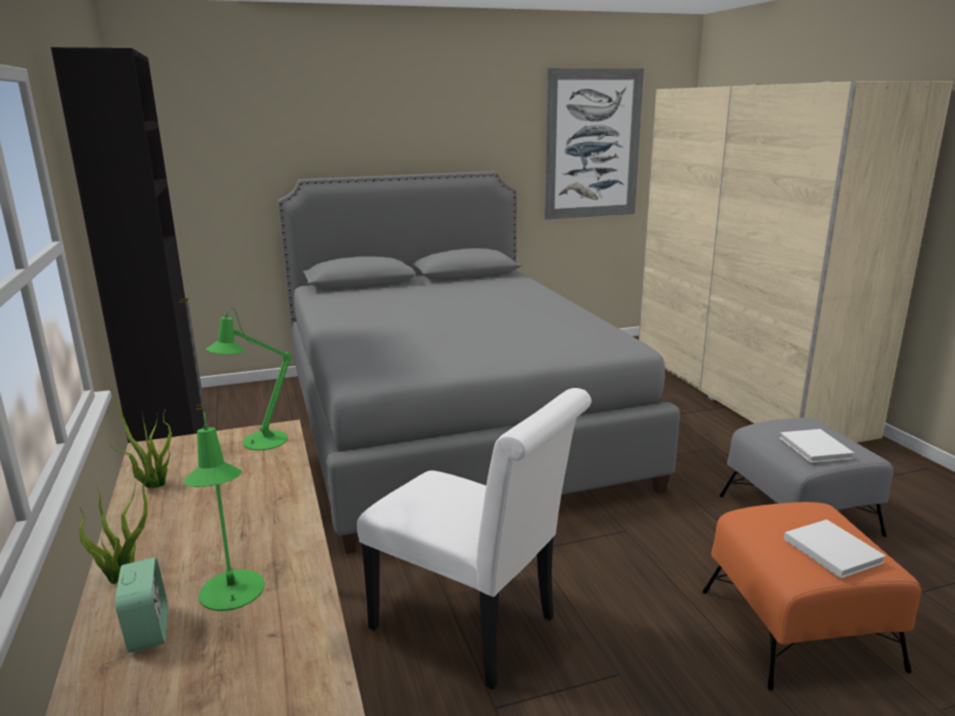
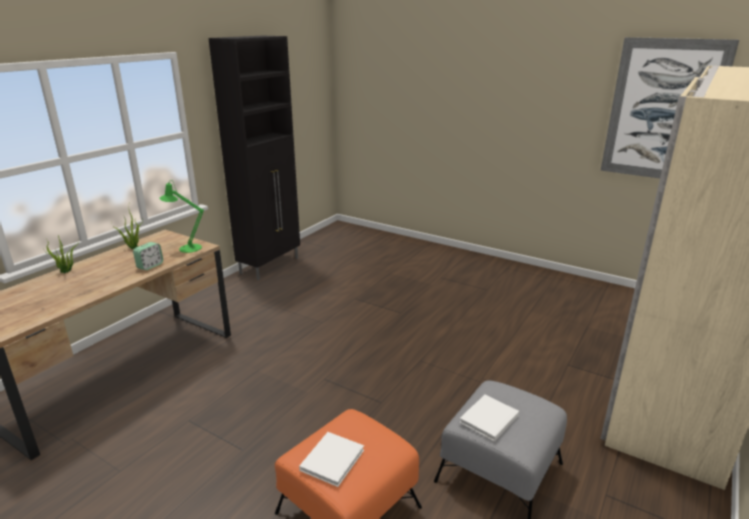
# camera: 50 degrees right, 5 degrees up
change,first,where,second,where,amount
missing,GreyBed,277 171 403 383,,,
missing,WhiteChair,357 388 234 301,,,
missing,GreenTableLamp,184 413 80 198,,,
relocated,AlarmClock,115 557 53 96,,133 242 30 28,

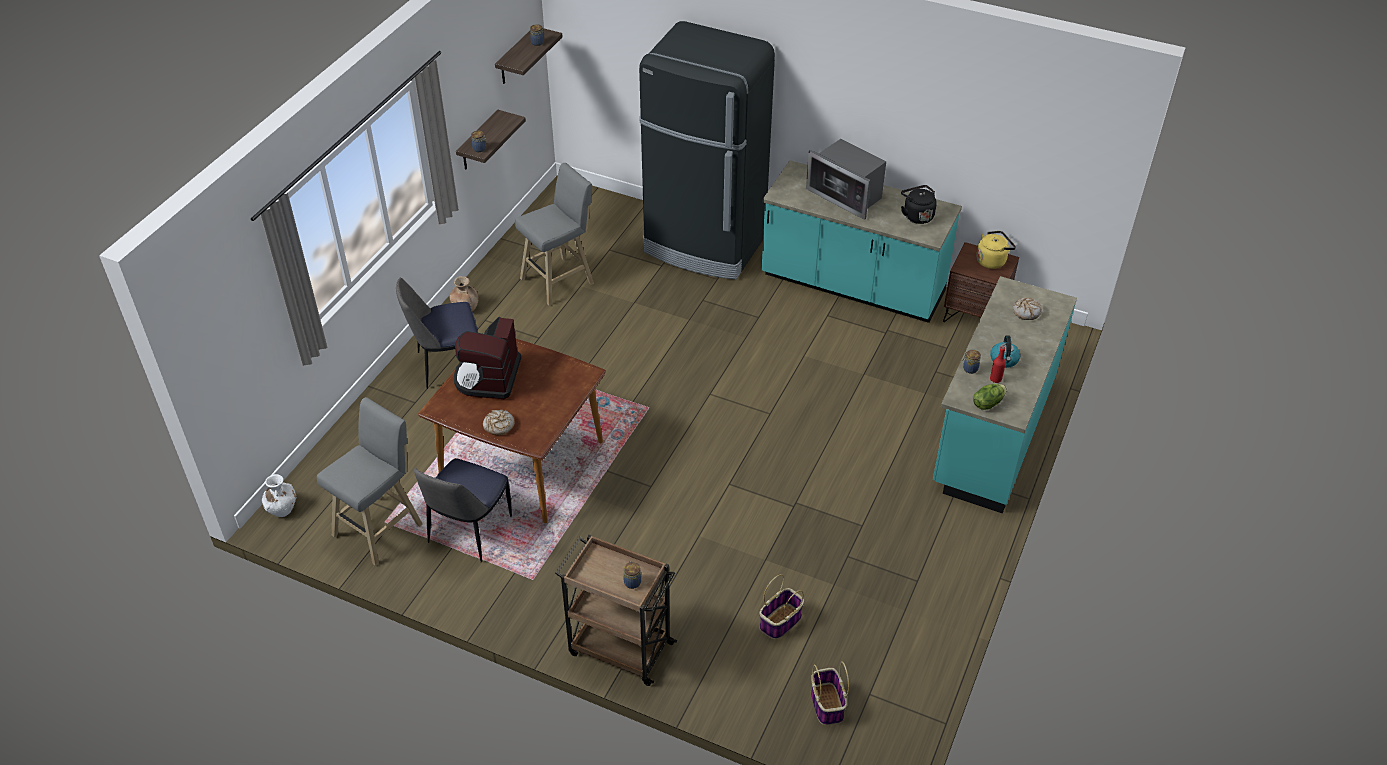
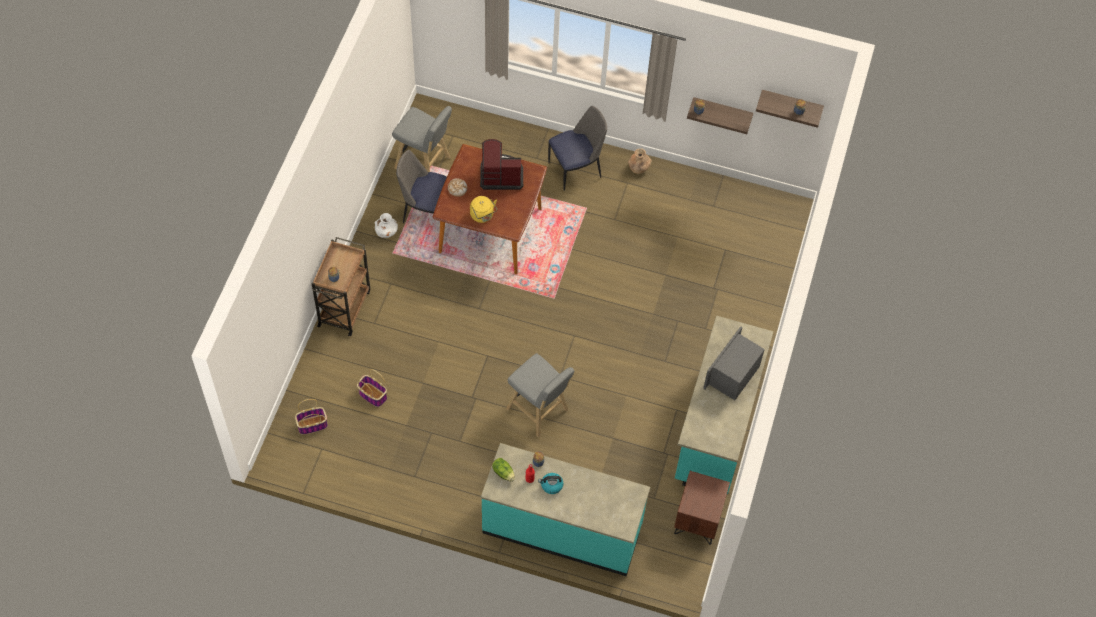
# camera: 80 degrees right, 15 degrees up
change,first,where,second,where,amount
missing,BlackFridge,639 21 136 259,,,
relocated,GreyStool,515 163 79 142,,506 353 68 84,
missing,BlackKettle,901 185 36 39,,,
relocated,YellowKettle,976 231 40 38,,470 196 27 27,
spun,Chair,396 278 82 111,,548 106 59 85,90 degrees clockwise
missing,Bread,1013 298 29 22,,,
relocated,WhiteVase,262 474 34 43,,374 213 24 25,

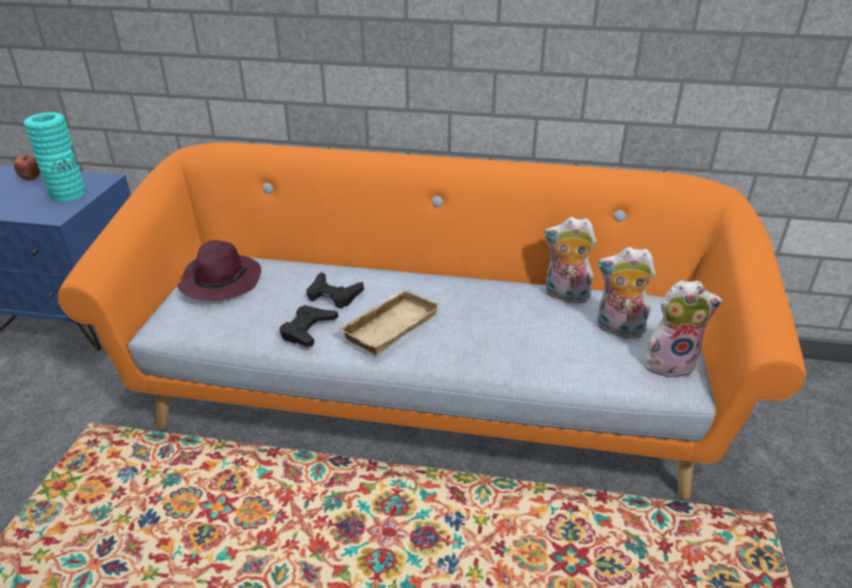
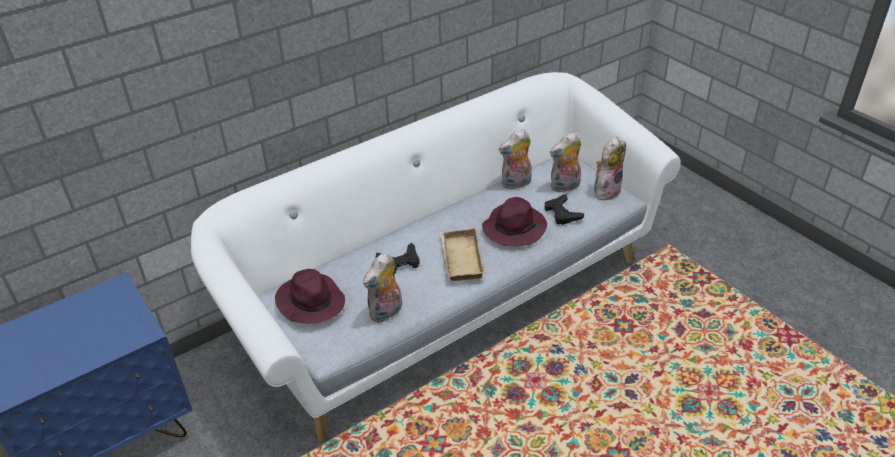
# camera: 45 degrees left, 5 degrees up
change,first,where,second,where,amount
missing,TurquoiseVase,23 112 63 90,,,
colour,OrangeSofa,58 142 748 358,WhiteSofa,191 72 490 369,
missing,Apple,14 155 26 26,,,
relocated,BlackGameController,280 305 58 42,,544 194 40 31,
appeared,,,PurpleHat,482 197 65 50,
appeared,,,PlushToy,363 252 39 71,

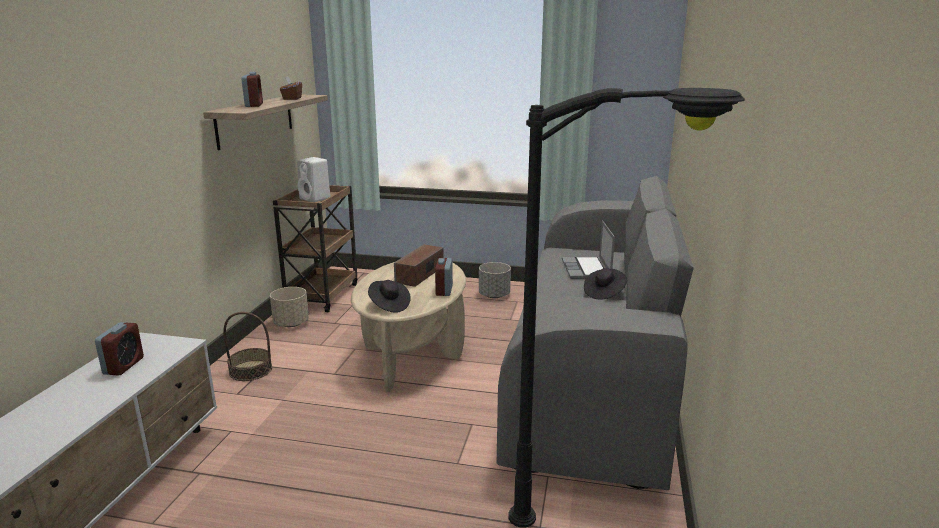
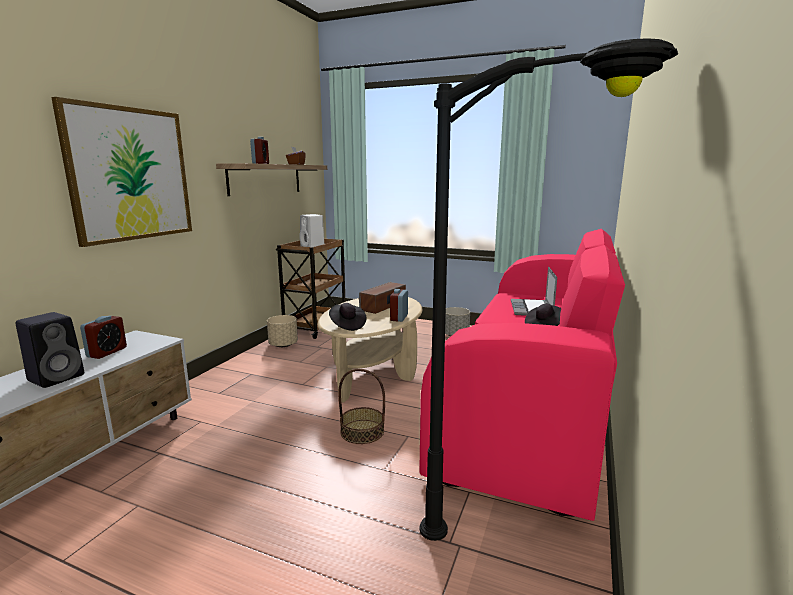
# camera: 10 degrees right, 5 degrees down
change,first,where,second,where,amount
colour,GreySofa,496 176 198 314,PinkSofa,419 229 206 292,
relocated,Basket,223 312 49 69,,338 369 47 75,
appeared,,,Picture,51 97 141 150,
appeared,,,BlackSpeaker,16 312 68 76,

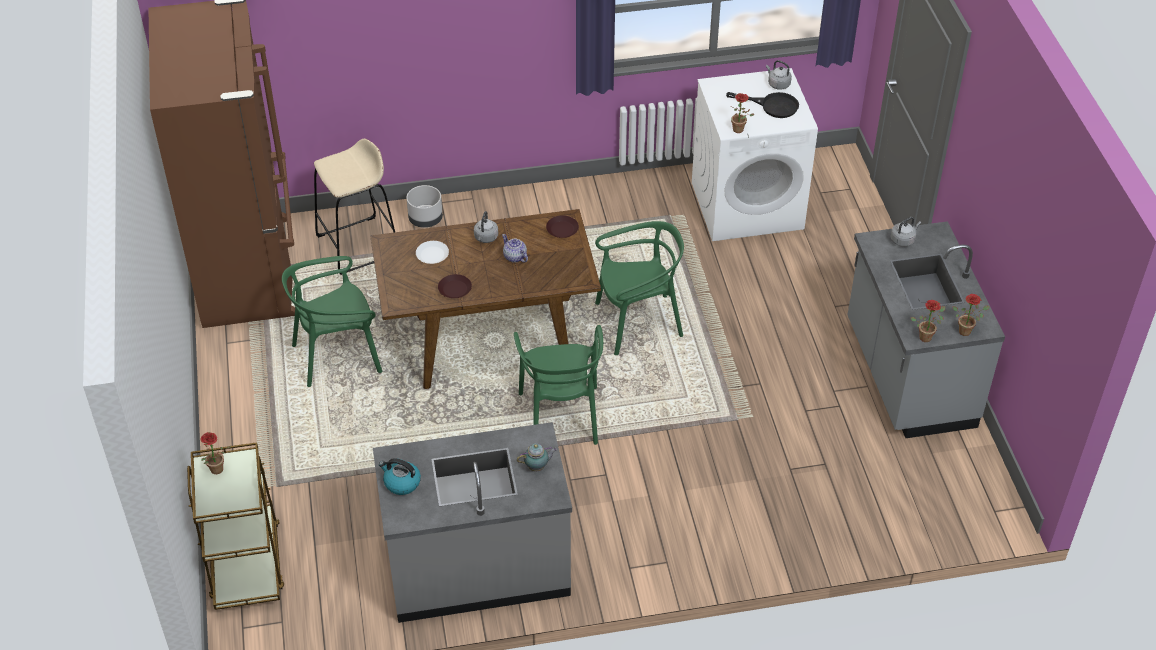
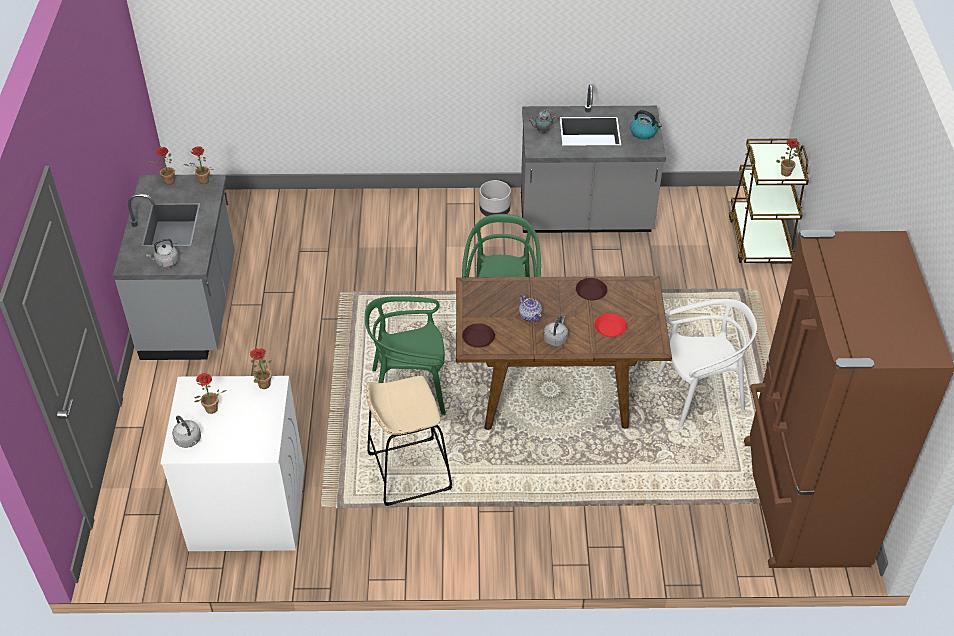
# camera: 170 degrees left, 0 degrees up
change,first,where,second,where,amount
exchanged,BlackFryingPan,726 92 73 26,PottedPlant,194 373 33 41,
relocated,BeigeStool,314 138 81 137,,366 376 86 130,
relocated,GreyPlanter,406 185 37 43,,480 180 31 36,
colour,WhitePlate,416 241 33 23,RedPlate,594 313 33 24,
colour,GreenChair,282 256 100 131,WhiteChair,657 299 100 128,

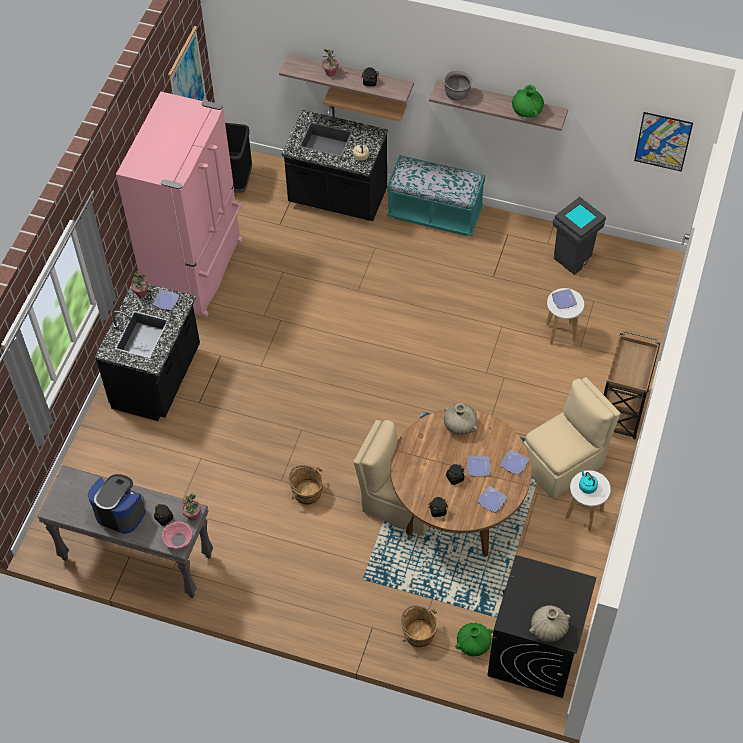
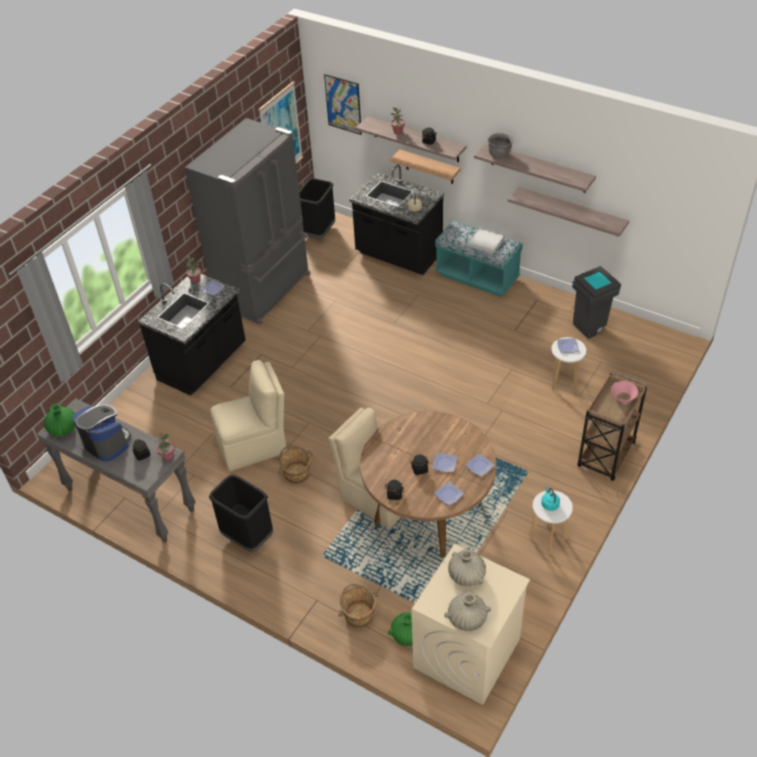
# camera: 15 degrees right, 10 degrees down
change,first,where,second,where,amount
relocated,GreenVase,512 85 32 33,,44 404 32 32,
colour,PinkFridge,116 92 127 226,GreyFridge,185 118 125 207,
relocated,Picture,634 112 59 60,,324 74 38 61,
relocated,BeigeChair,523 377 98 122,,211 360 76 111,
relocated,BeigeVase,444 403 34 32,,448 549 38 38,
relocated,PinkBowl,162 522 30 27,,611 381 27 22,
colour,BlackWashingMachine,487 555 110 143,BeigeWashingMachine,411 544 119 161,
appeared,,,Shelf,507 187 122 50,
appeared,,,WhiteTray,468 227 37 27,
appeared,,,BlackTrashCan,209 474 64 78,

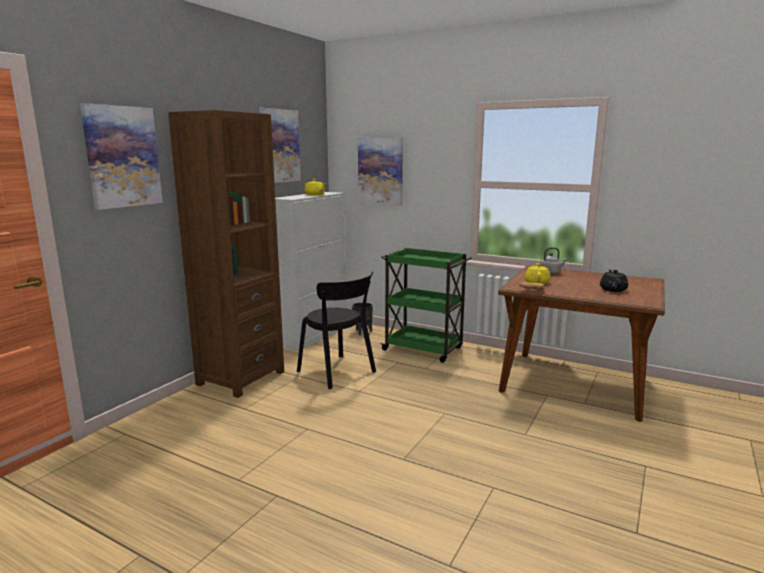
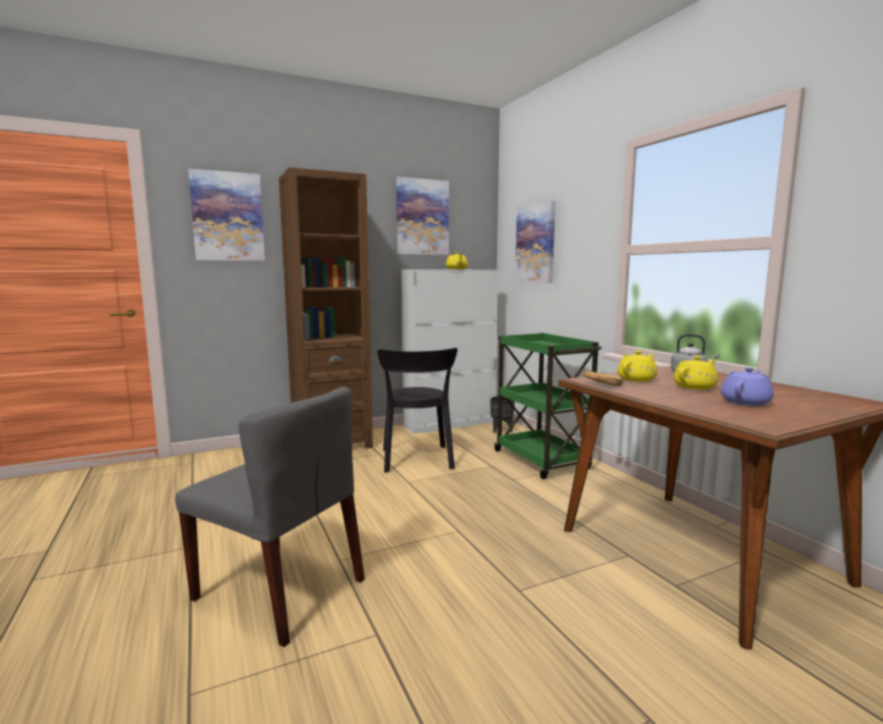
# camera: 35 degrees right, 5 degrees down
change,first,where,second,where,amount
colour,BlackTeapot,600 269 28 23,PurpleTeapot,721 367 53 39,
appeared,,,YellowTeapot,673 356 45 34,
appeared,,,GreyChair,175 387 190 260,

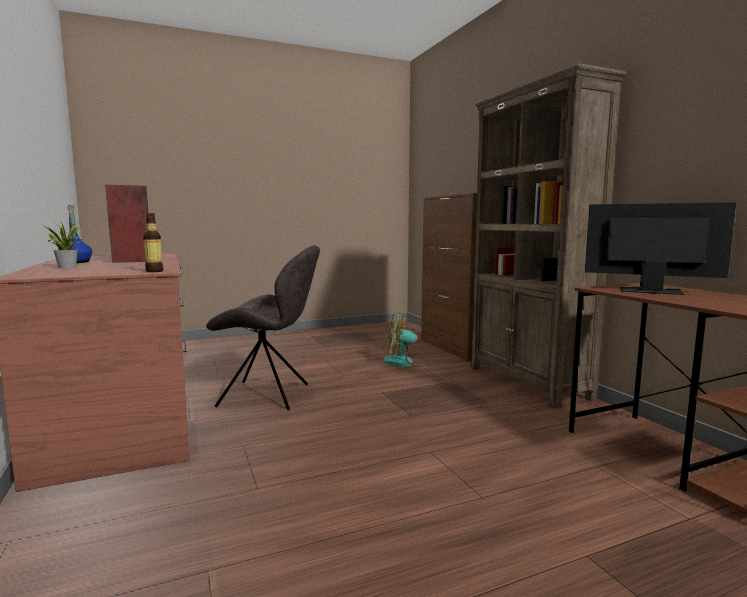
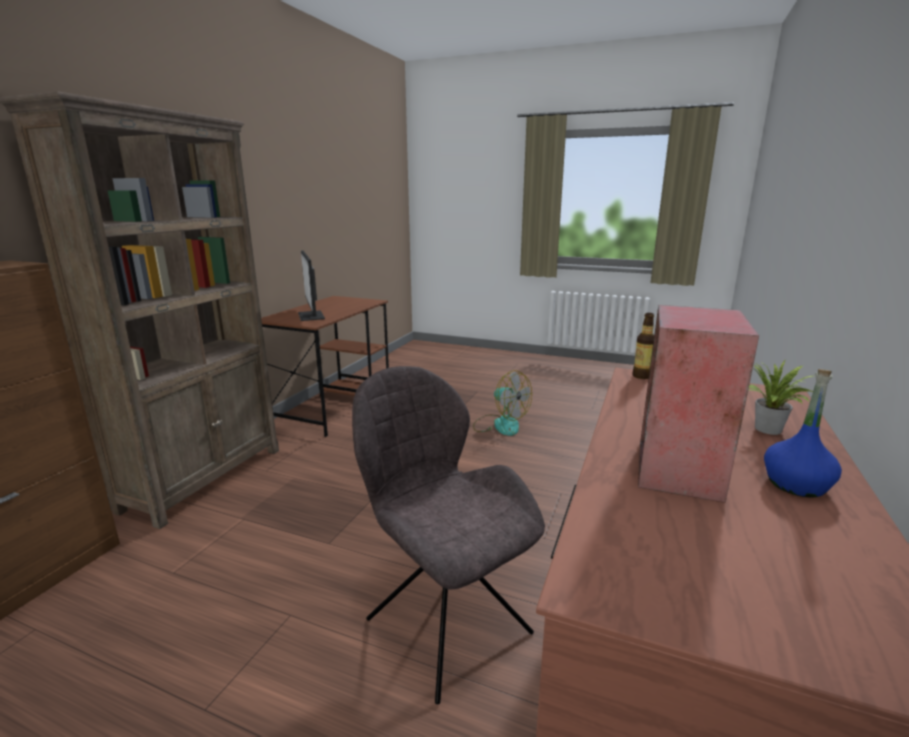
# camera: 135 degrees left, 10 degrees up
change,first,where,second,where,amount
relocated,Fan,383 312 46 55,,473 370 59 66,

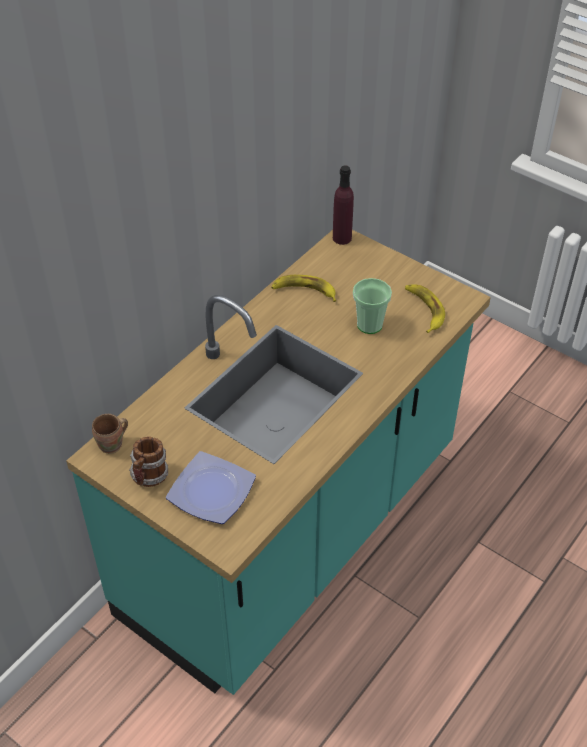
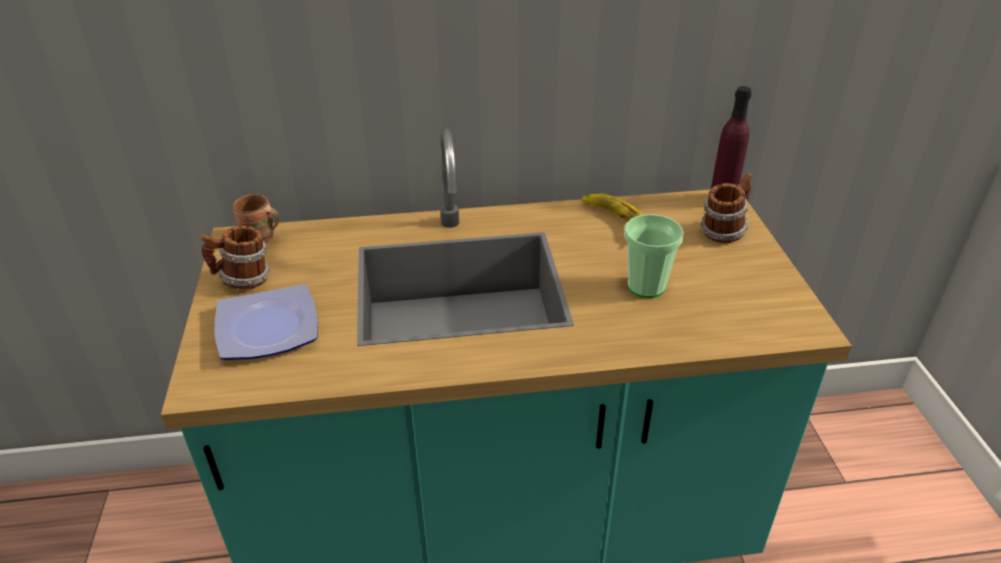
# camera: 45 degrees right, 10 degrees down
change,first,where,second,where,amount
missing,Banana,405 284 40 49,,,
appeared,,,Mug,700 173 52 70,

